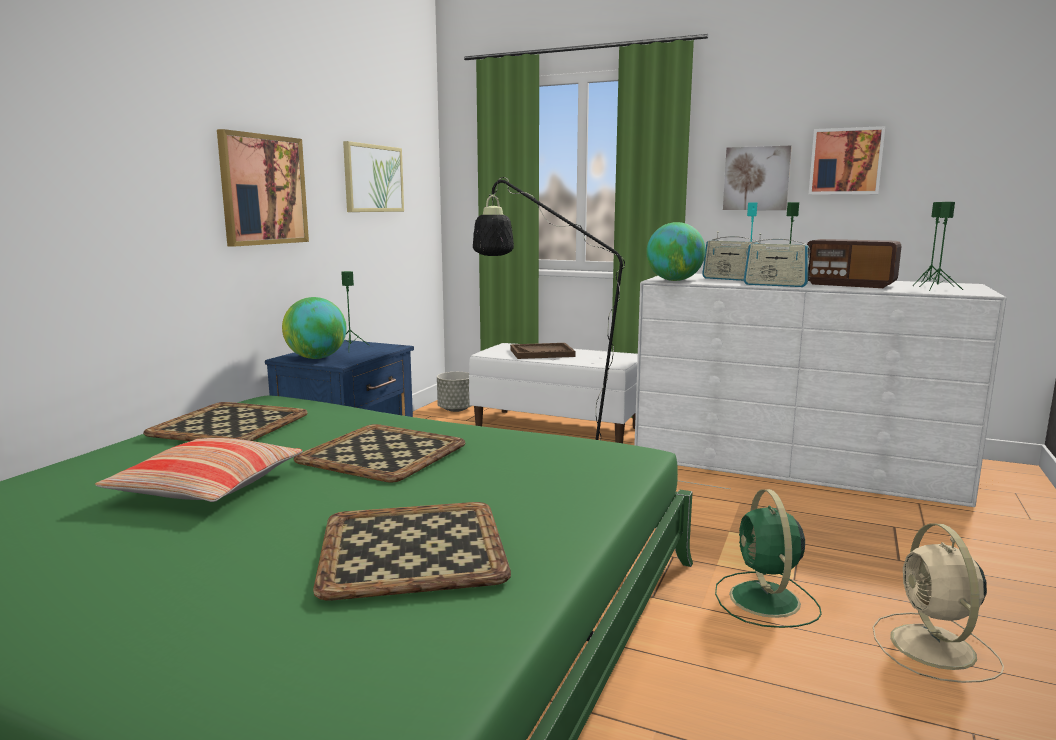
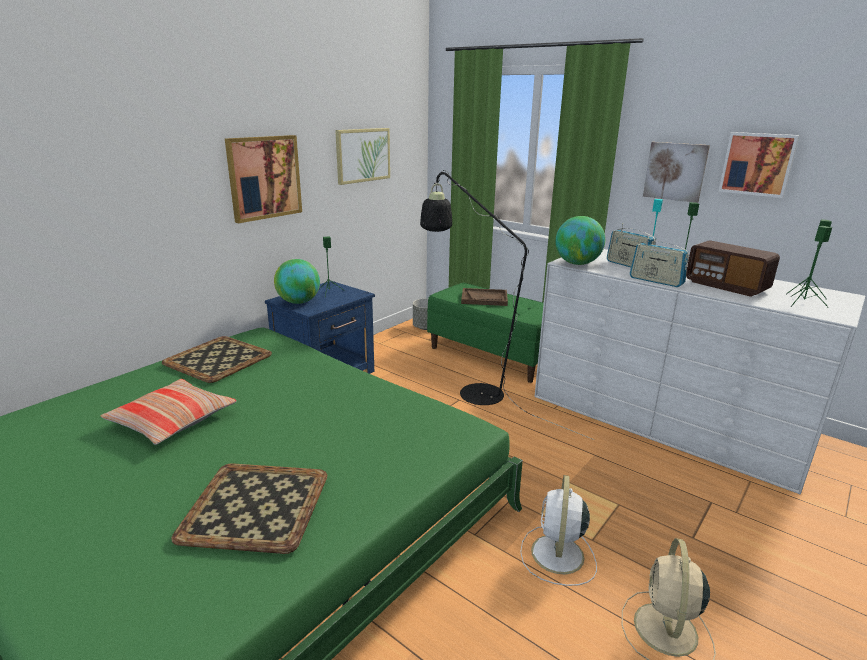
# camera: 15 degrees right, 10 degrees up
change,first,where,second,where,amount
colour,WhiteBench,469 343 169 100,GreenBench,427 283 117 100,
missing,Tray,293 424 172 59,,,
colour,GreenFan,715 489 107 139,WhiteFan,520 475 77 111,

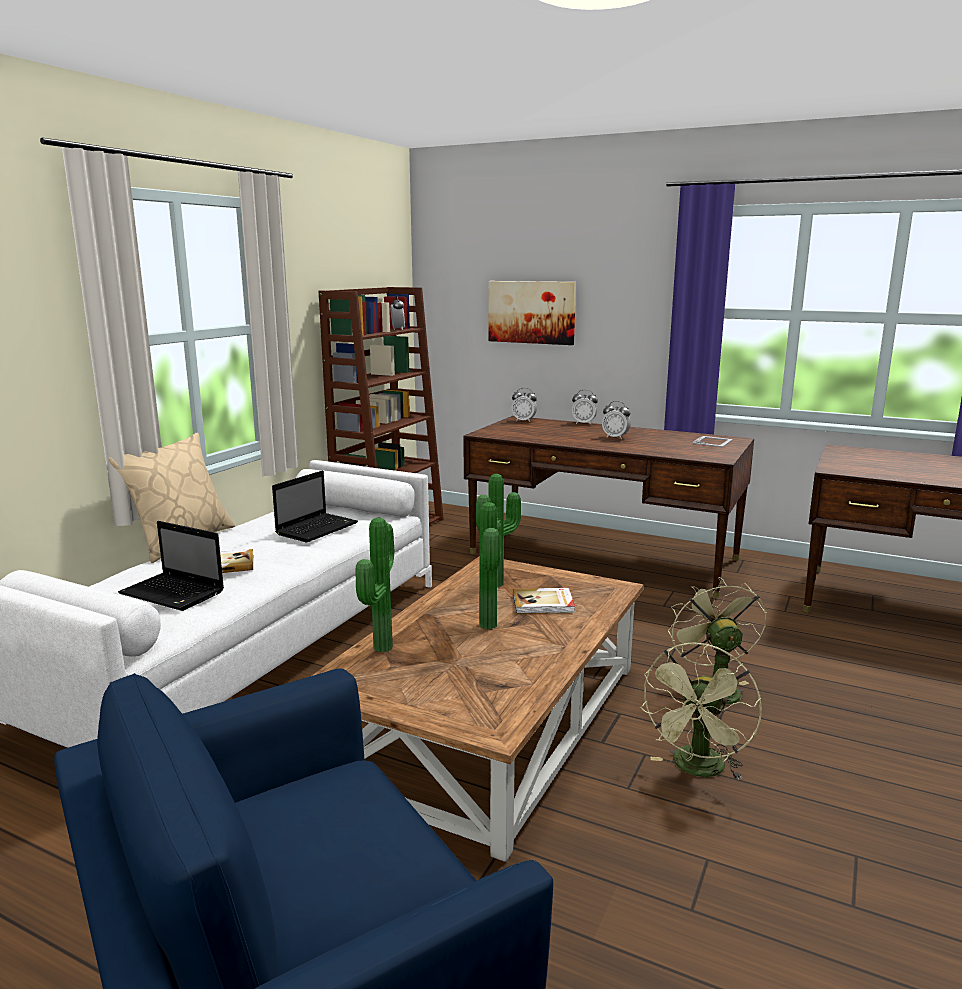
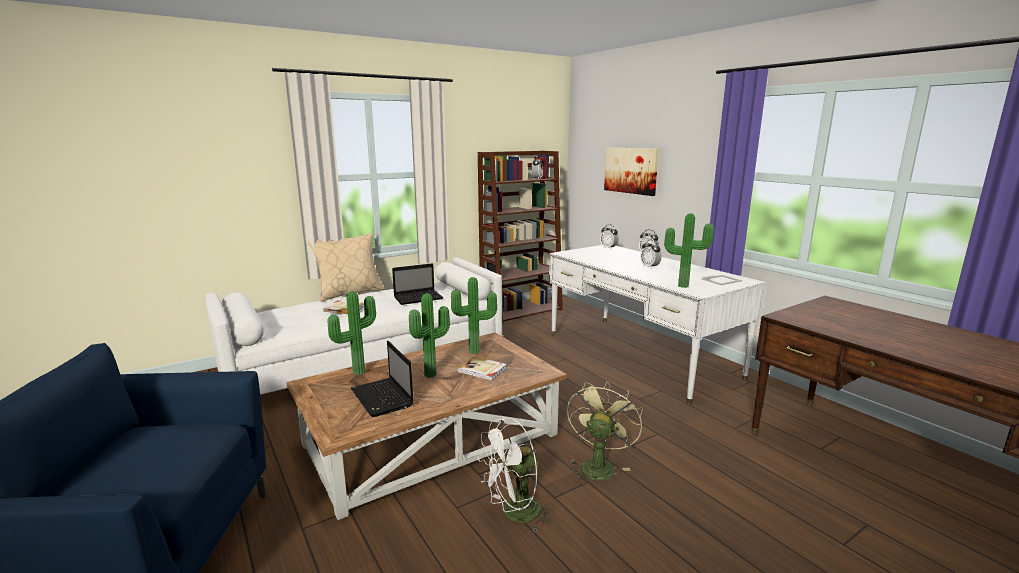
# camera: 30 degrees right, 0 degrees up
change,first,where,second,where,amount
colour,BrownDesk,463 416 291 183,WhiteDesk,549 245 217 159,
relocated,Laptop,118 521 106 90,,351 341 63 76,
colour,GreenFan,639 642 123 138,WhiteFan,478 418 75 114,
appeared,,,PottedPlant,664 213 50 75,

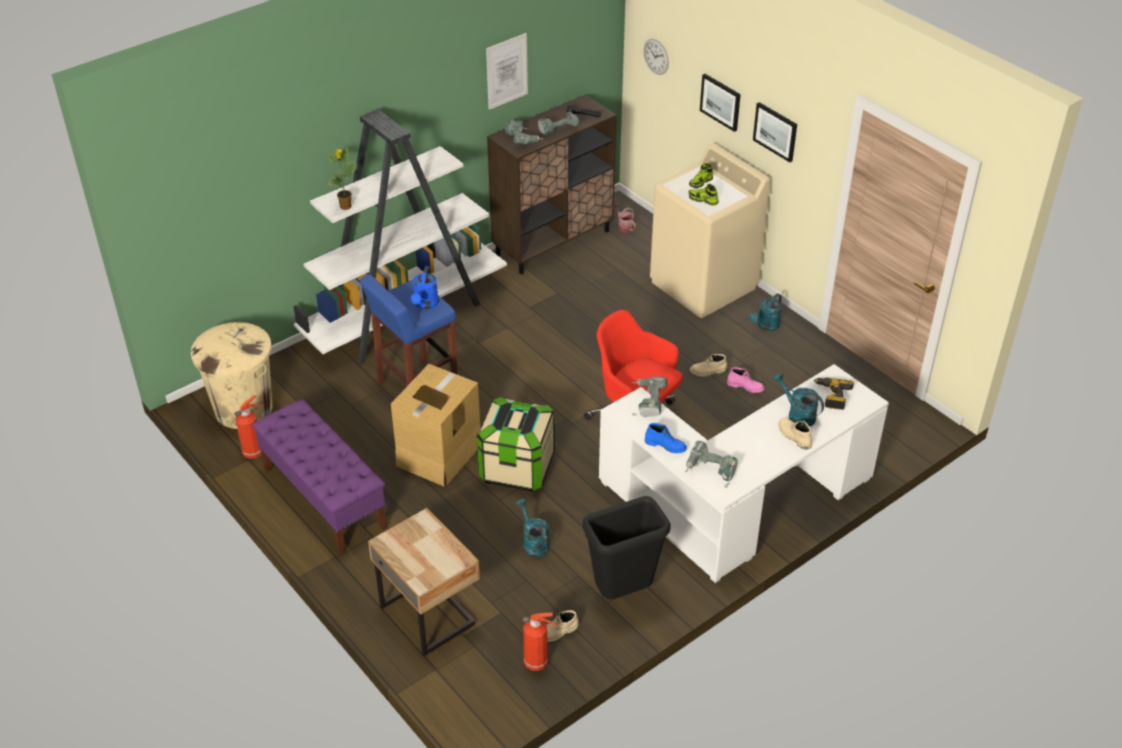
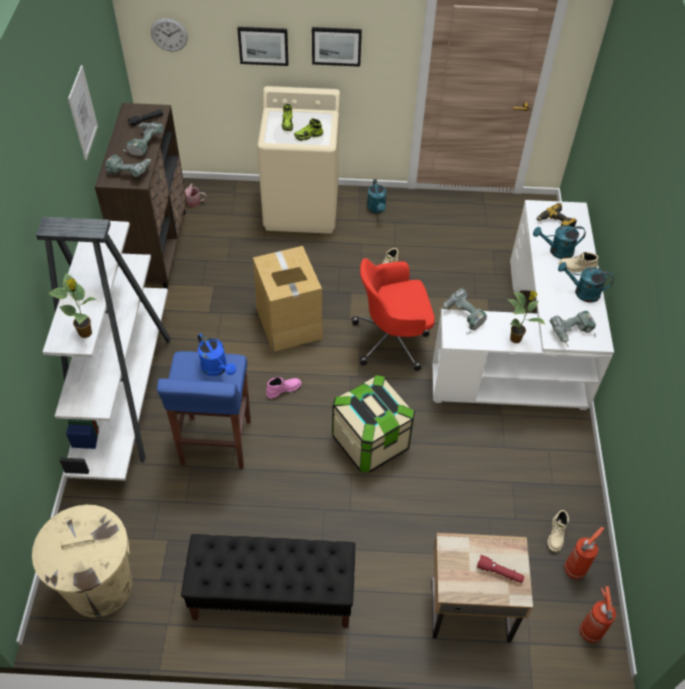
# camera: 50 degrees left, 10 degrees up
change,first,where,second,where,amount
relocated,CardboardBox,391 364 90 122,,253 246 70 106,
relocated,PinkBoot,727 367 37 26,,266 377 35 22,
relocated,FireExtinguisher,234 395 28 64,,580 586 36 57,
colour,PurpleBench,253 399 134 155,BlackBench,181 534 174 94,
exchanged,BlueBoot,645 423 42 30,PottedPlant,507 291 38 52,
missing,BlackTrashCan,582 496 89 104,,,
relocated,TurquoiseWateringCan,516 499 33 58,,558 262 56 41,
appeared,,,RedFlashlight,477 555 47 28,

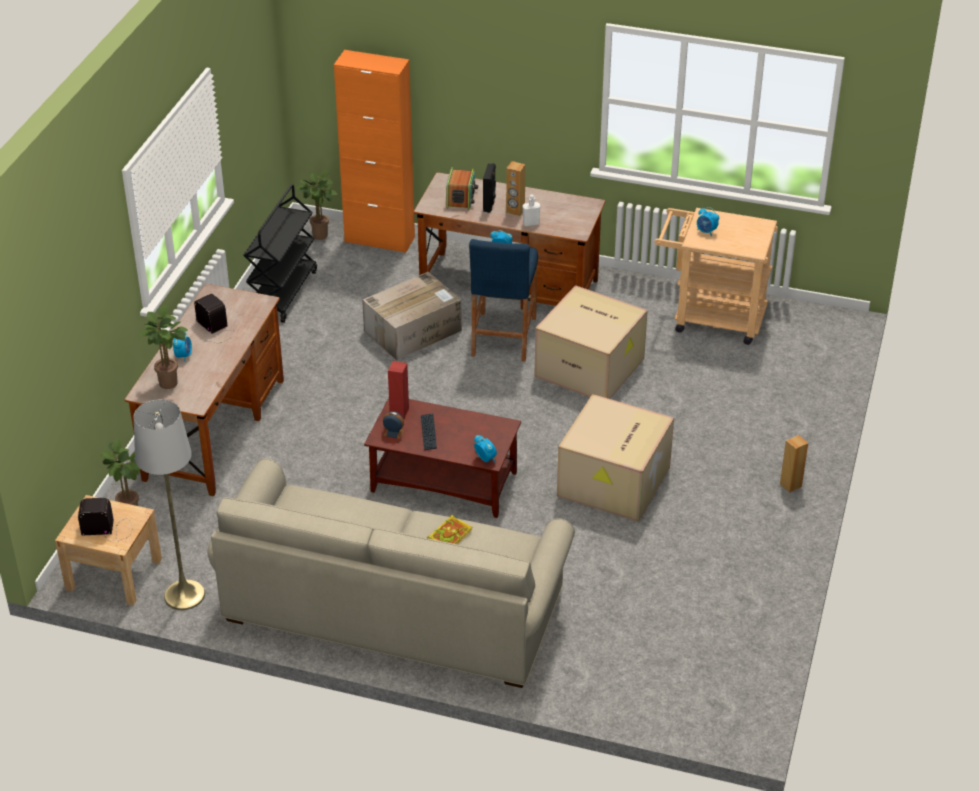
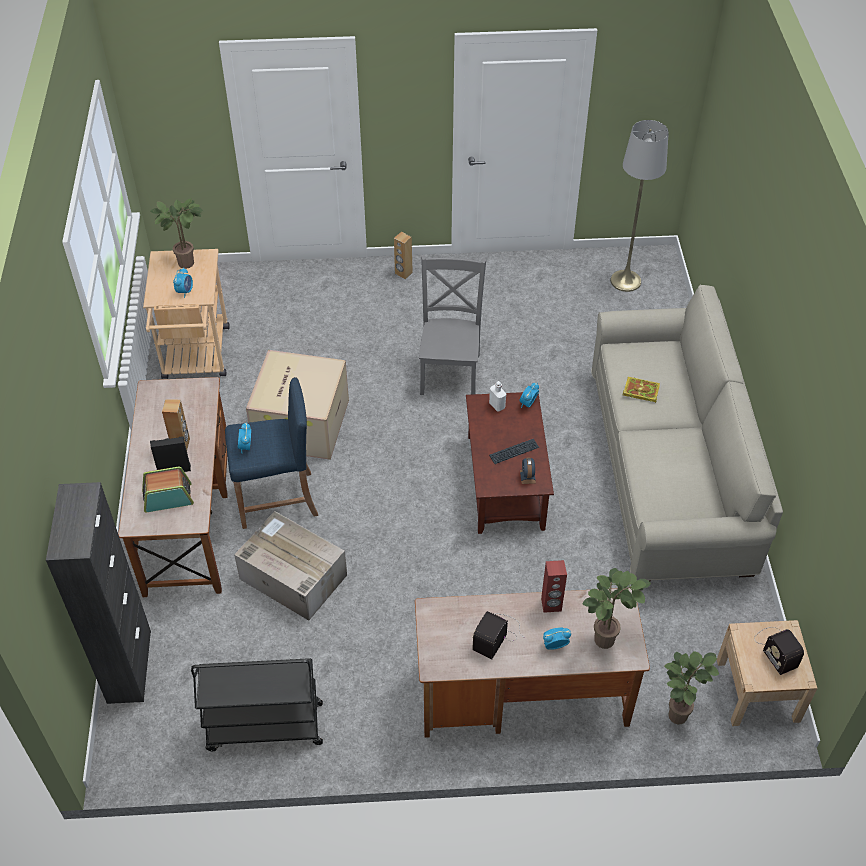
# camera: 110 degrees left, 10 degrees up
change,first,where,second,where,amount
colour,OrangeCabinet,334 50 81 203,BlackCabinet,46 482 105 222,
relocated,PottedPlant,296 170 41 70,,150 198 53 71,
relocated,WhiteBottle,522 195 18 31,,489 381 17 30,
relocated,RedSpeaker,388 361 21 58,,541 560 26 53,
exchanged,CardboardBox,557 394 117 128,GreyChair,419 256 67 139,
relocated,GreyFloorLamp,134 400 71 210,,610 120 59 172,

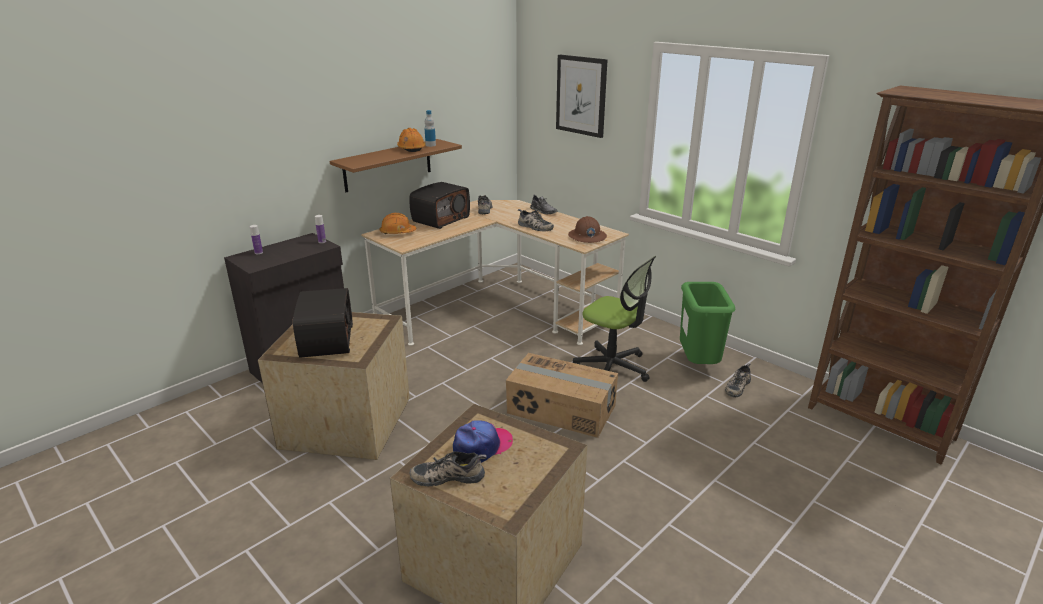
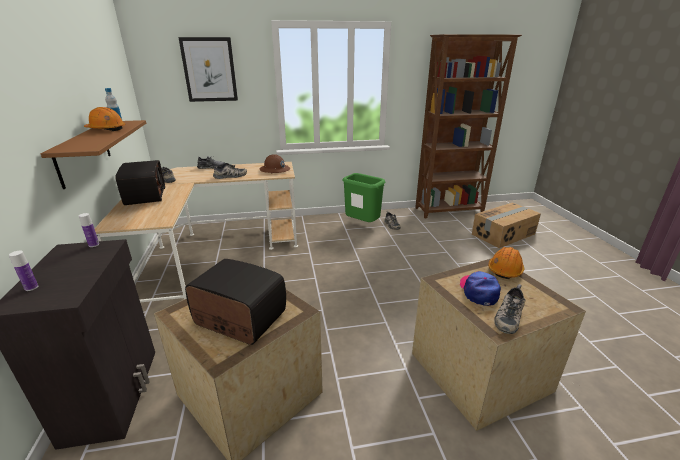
# camera: 55 degrees left, 0 degrees up
change,first,where,second,where,amount
relocated,OrangeHardHat,380 213 37 21,,488 247 36 32,
missing,OfficeChair,573 256 83 126,,,
relocated,CardboardBox,506 353 112 85,,472 203 69 45,

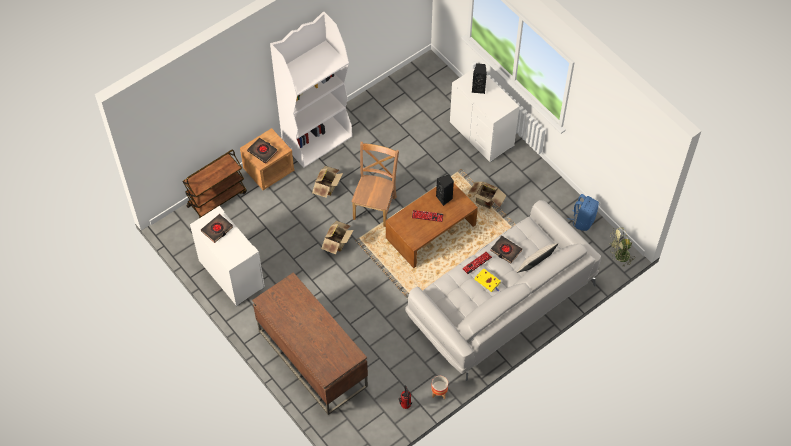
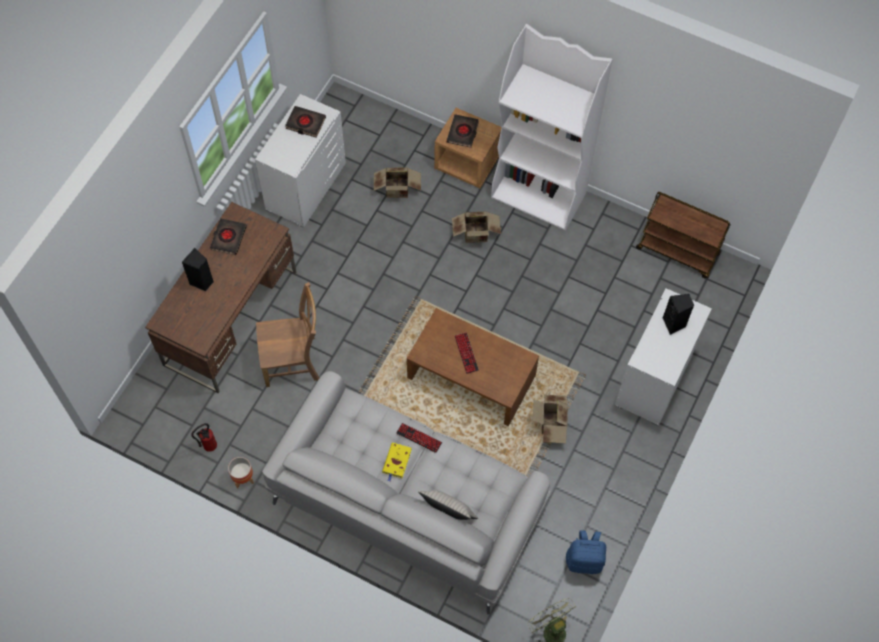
# camera: 65 degrees right, 5 degrees up
change,first,where,second,where,amount
relocated,BrownChair,351 142 48 85,,256 282 63 105,
relocated,BrownCart,182 150 65 68,,636 192 95 87,
relocated,BlackSpeaker,436 175 18 31,,182 248 32 43,
relocated,CardboardBox,321 221 32 33,,374 168 47 30,
relocated,BlackBook,490 236 32 28,,210 218 37 37,

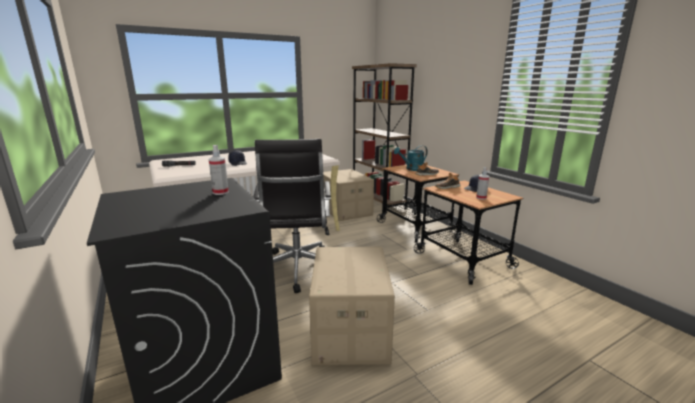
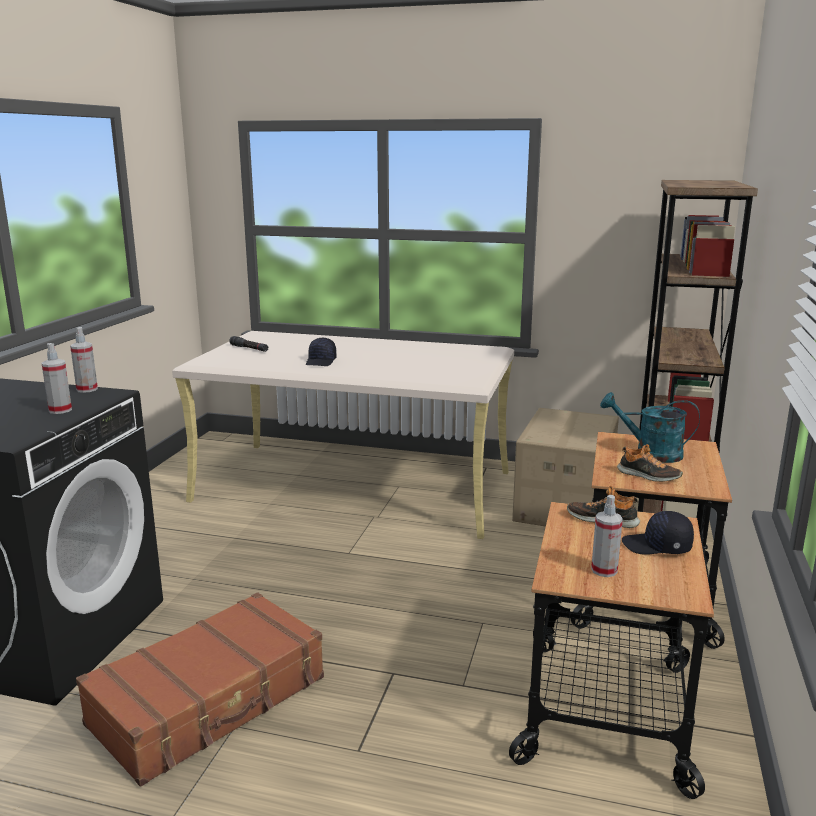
# camera: 45 degrees right, 0 degrees up
change,first,where,second,where,amount
missing,BlackOfficeChair,254 139 77 154,,,
exchanged,CardboardBox,309 247 86 118,BrownSuitcase,76 592 248 194,
appeared,,,SprayBottle,70 327 28 66,

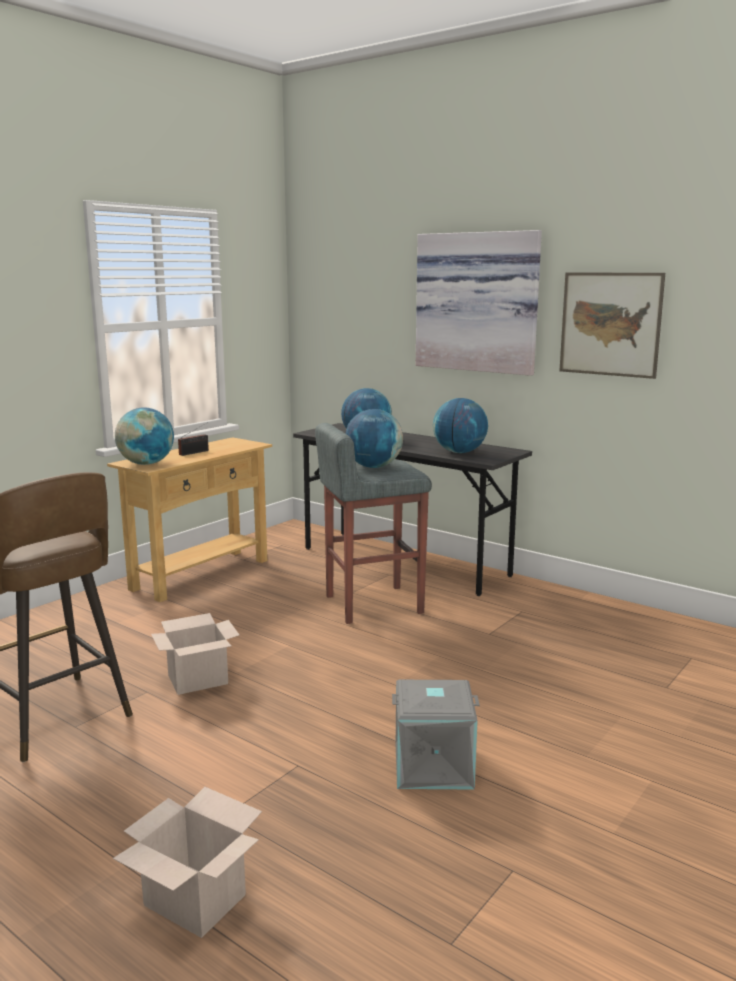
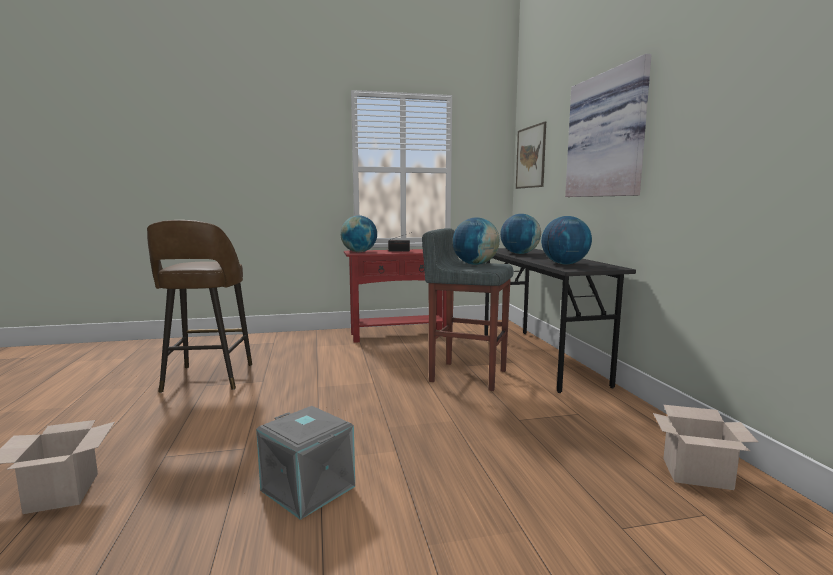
# camera: 40 degrees right, 5 degrees down
change,first,where,second,where,amount
relocated,Picture,559 272 106 107,,516 122 30 67,
colour,BeigeConsoleTable,107 437 165 165,RedConsoleTable,344 249 103 94,
relocated,CardboardBox,151 613 88 82,,653 405 105 85,

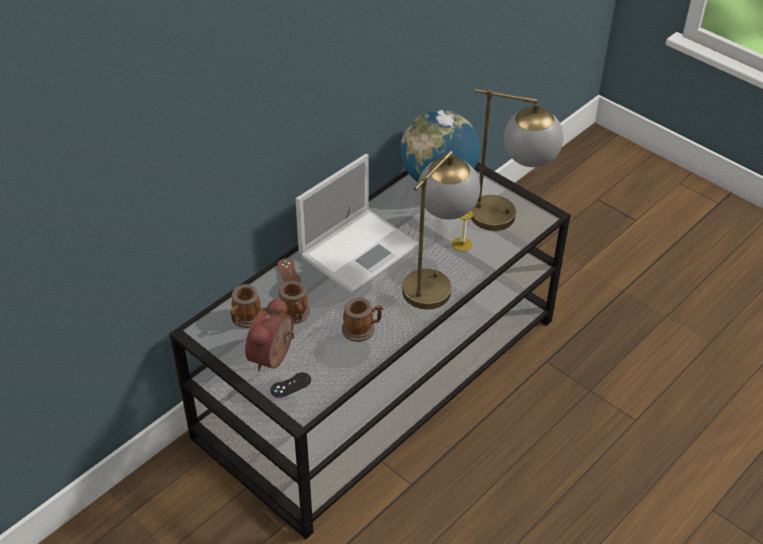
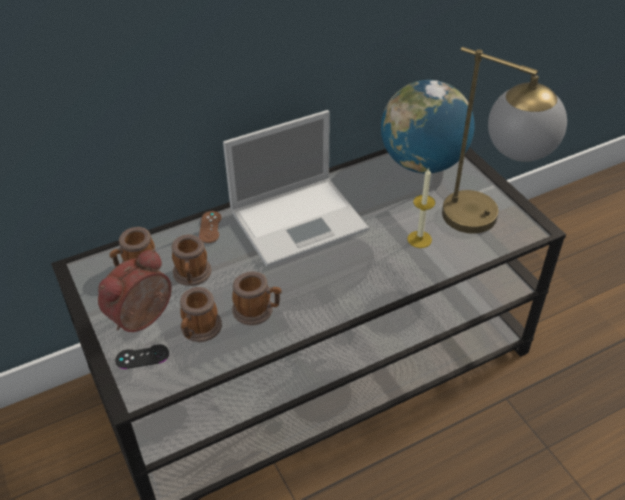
# camera: 20 degrees right, 0 degrees up
change,first,where,second,where,amount
missing,TableLamp,402 151 78 158,,,
appeared,,,Mug,180 287 42 55,

